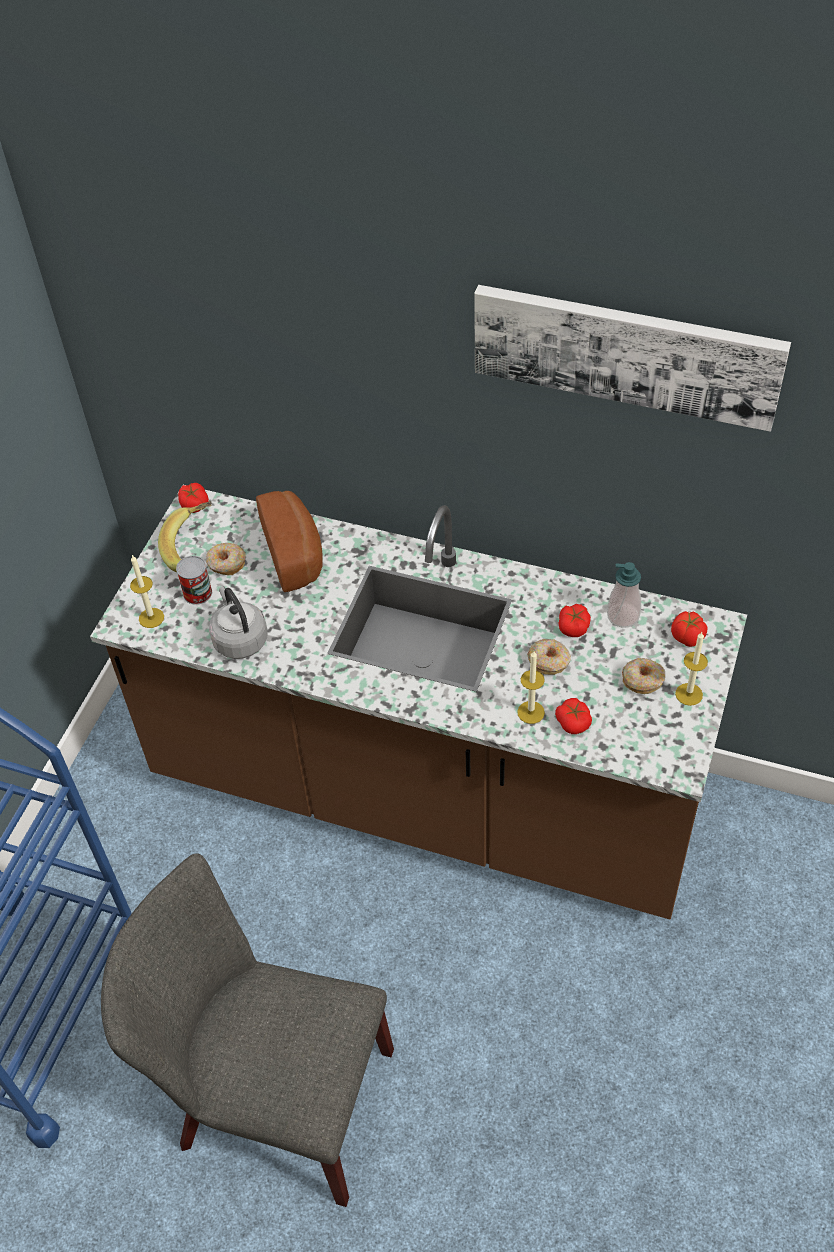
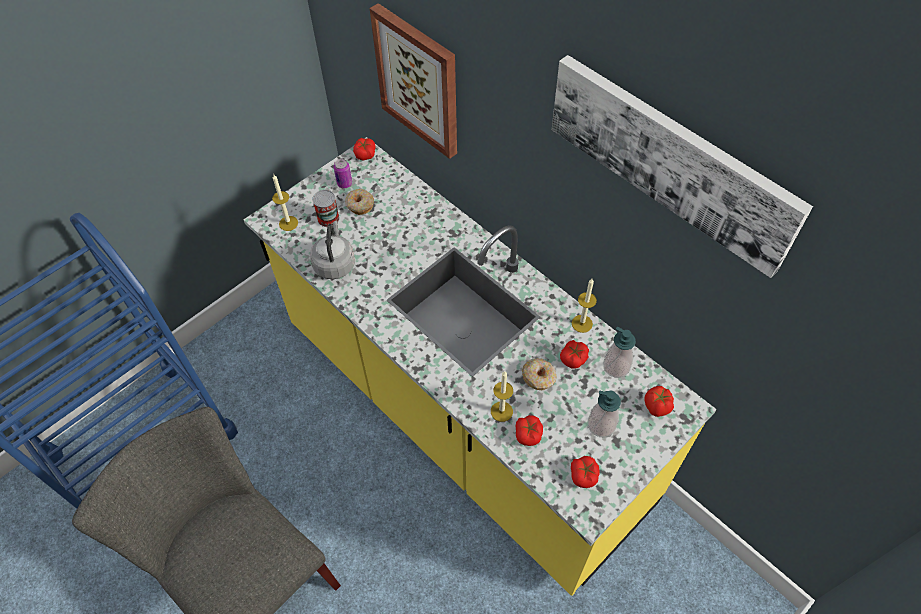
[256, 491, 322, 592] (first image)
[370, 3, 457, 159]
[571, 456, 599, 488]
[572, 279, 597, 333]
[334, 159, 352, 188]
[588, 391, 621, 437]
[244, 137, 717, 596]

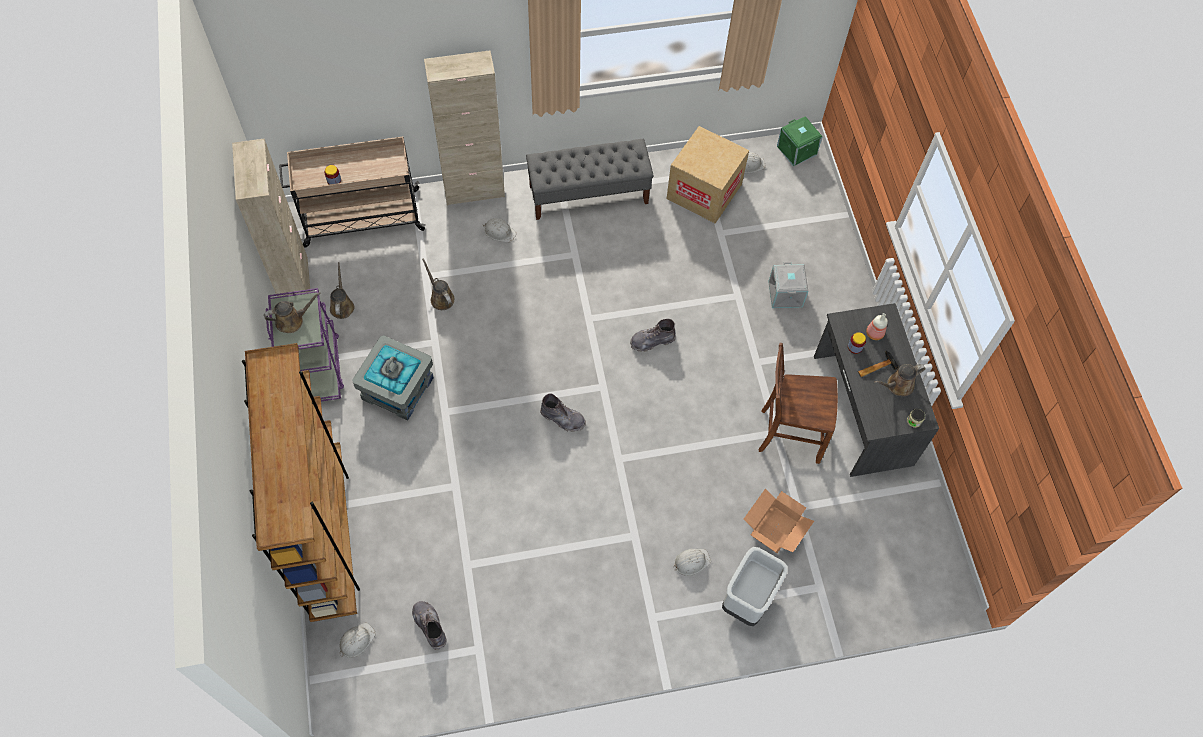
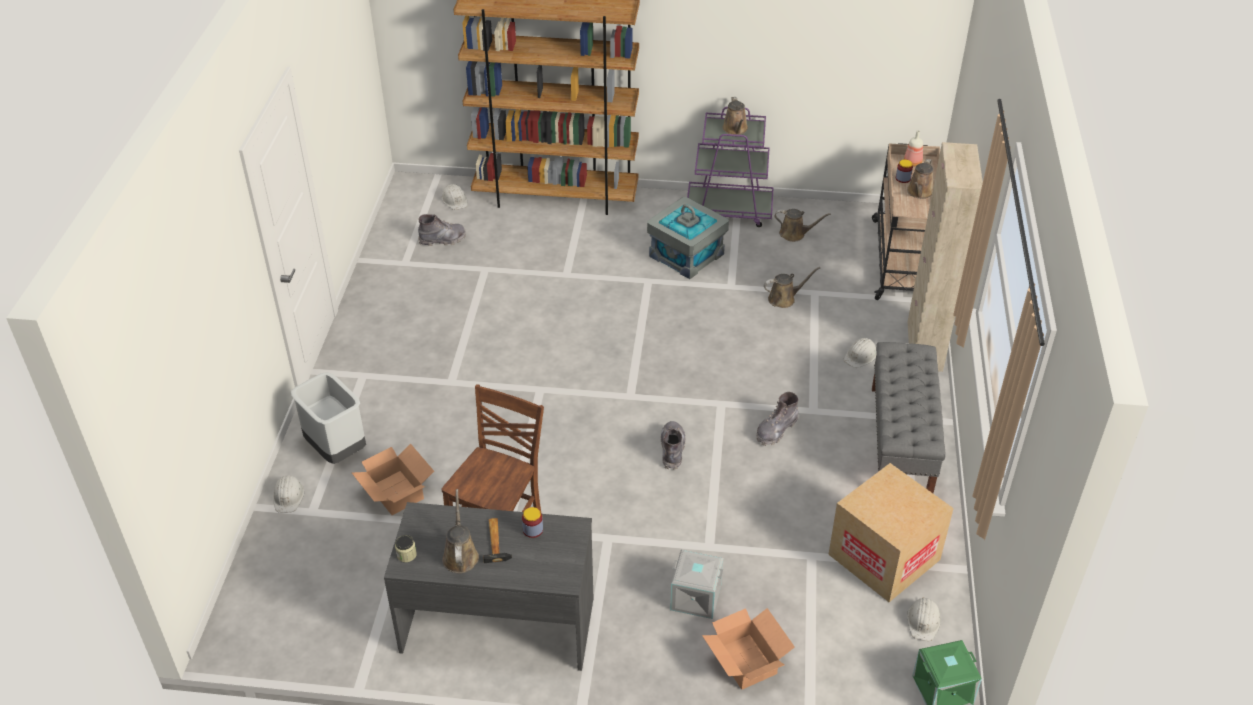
[232, 139, 311, 297] (first image)
[702, 608, 795, 690]
[907, 159, 933, 199]
[756, 392, 798, 446]
[273, 475, 304, 513]
[904, 130, 923, 167]

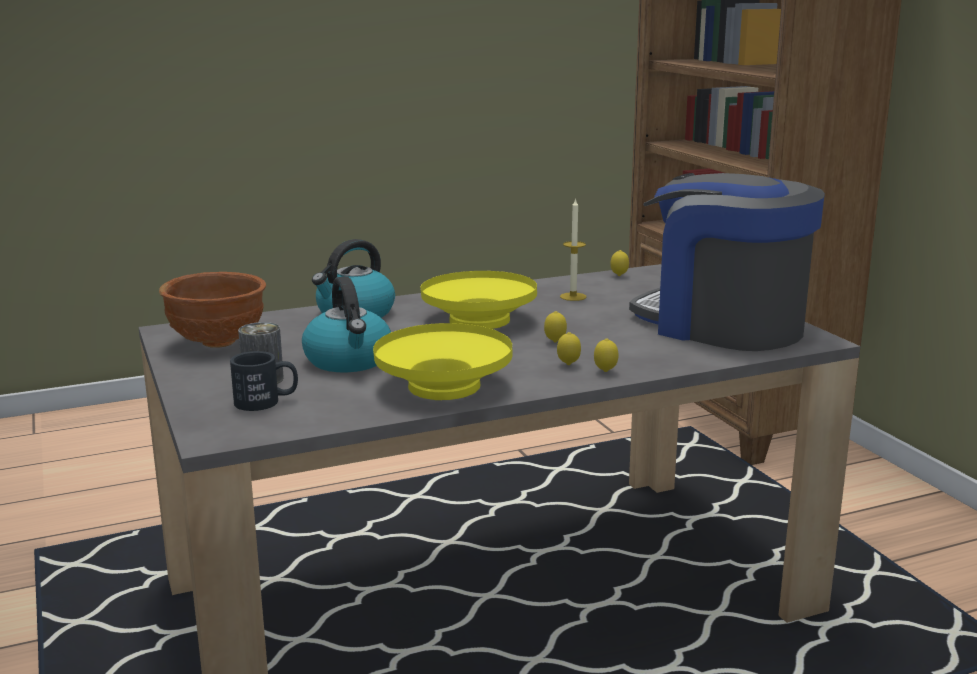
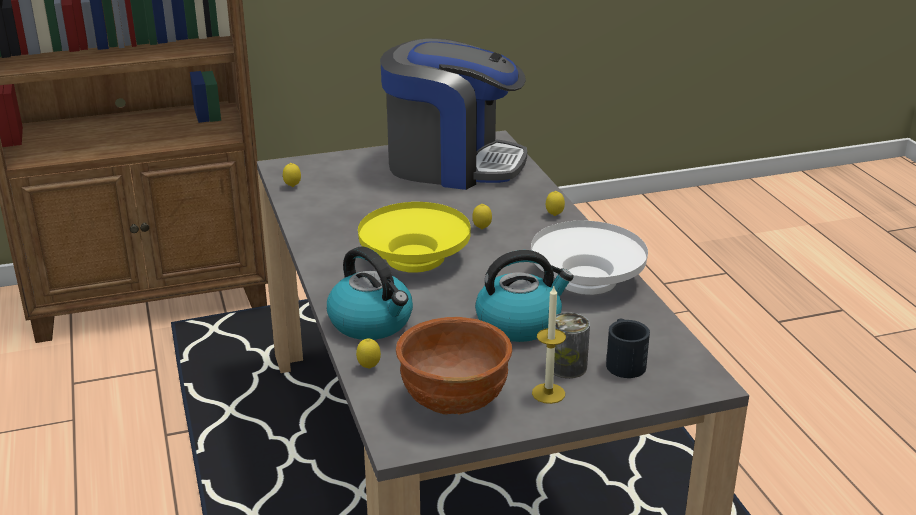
[356, 338, 381, 369]
[532, 286, 566, 404]
[531, 221, 648, 295]
[381, 39, 527, 190]

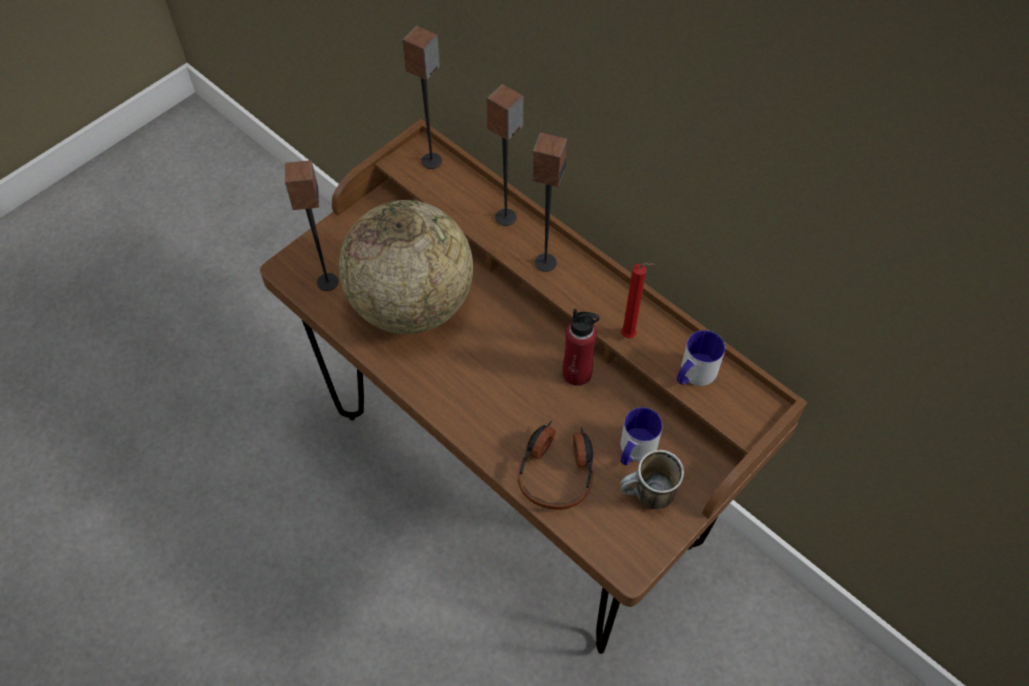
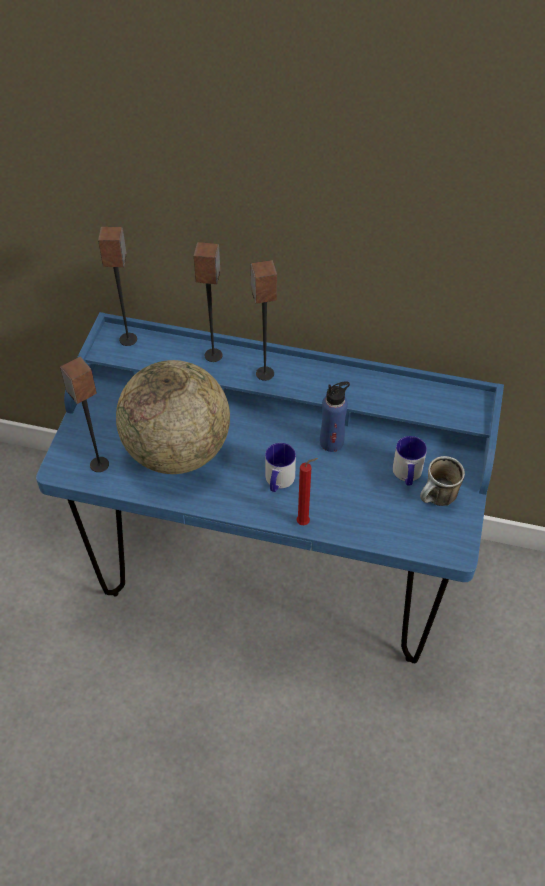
[518, 421, 594, 510] (first image)
[297, 458, 318, 525]
[265, 443, 296, 492]
[36, 312, 504, 663]
[320, 381, 350, 452]

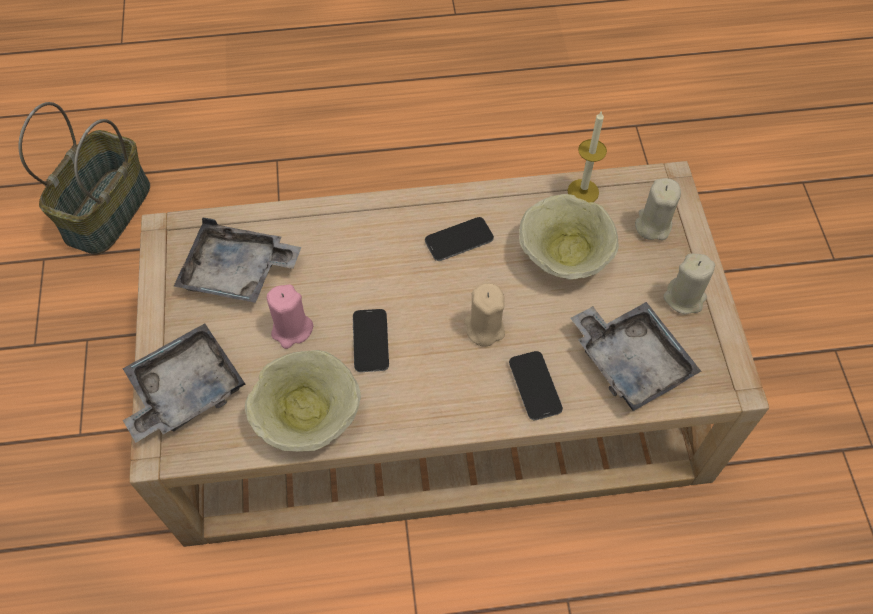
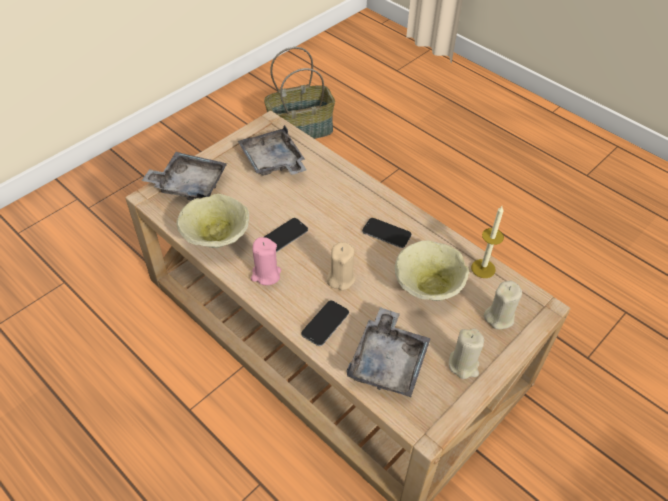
[251, 237, 281, 285]

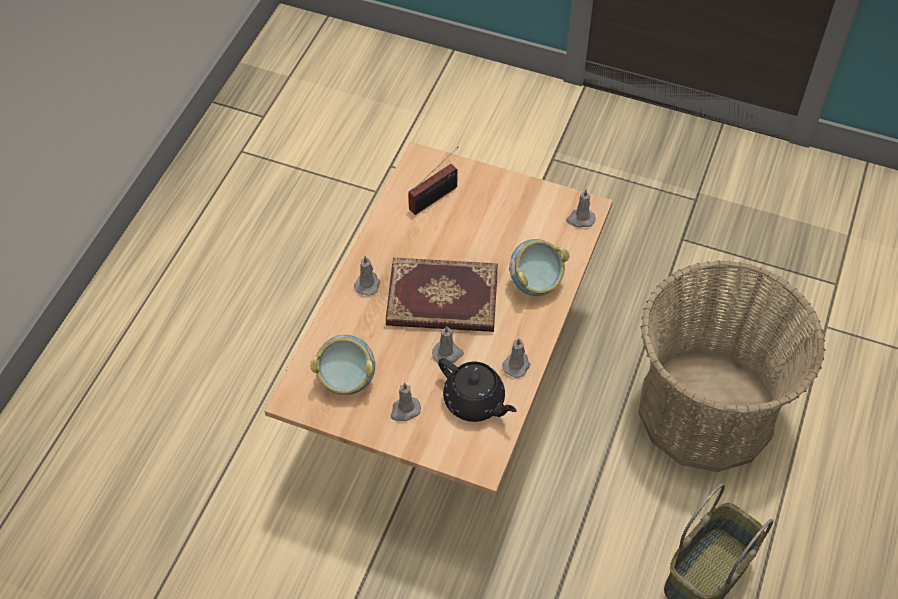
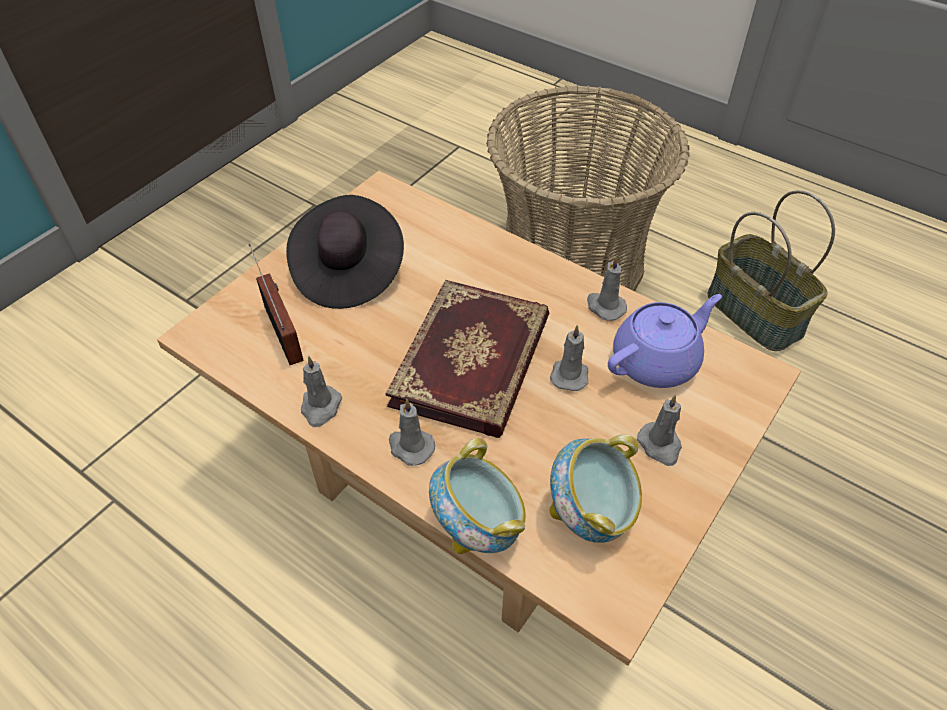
[286, 195, 404, 309]
[429, 438, 526, 554]
[301, 356, 342, 427]
[608, 294, 722, 388]

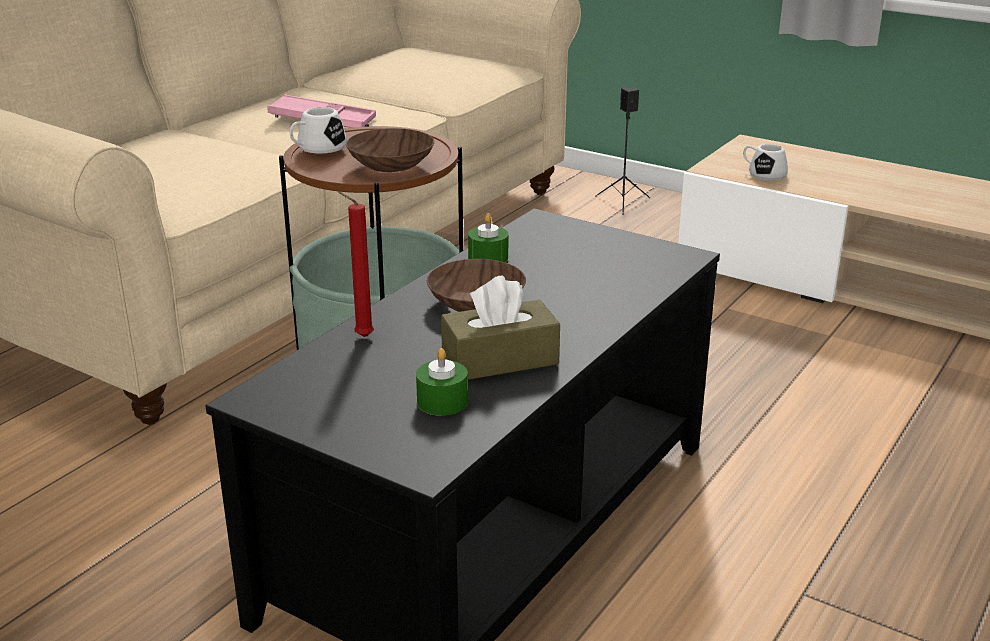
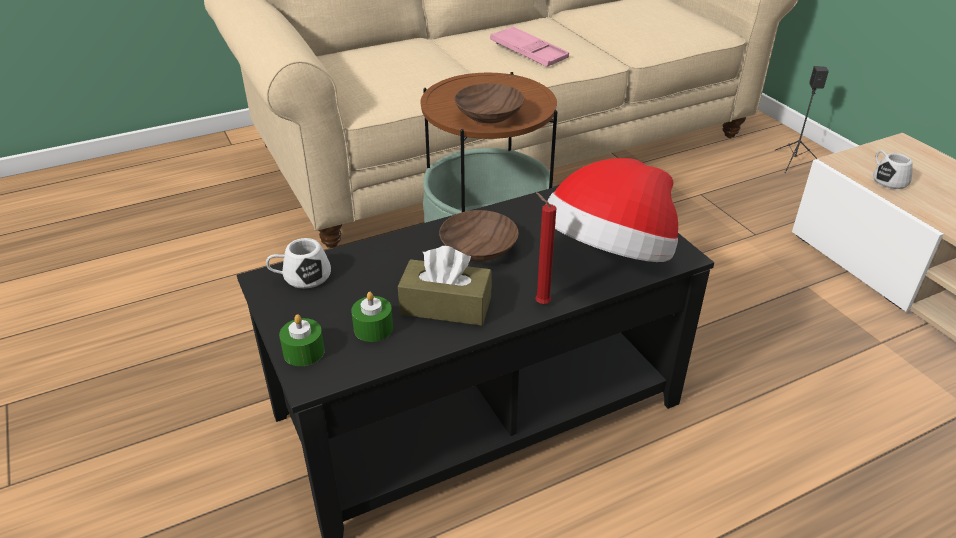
[547, 158, 678, 262]
[266, 238, 331, 289]
[535, 192, 556, 304]
[279, 314, 325, 366]

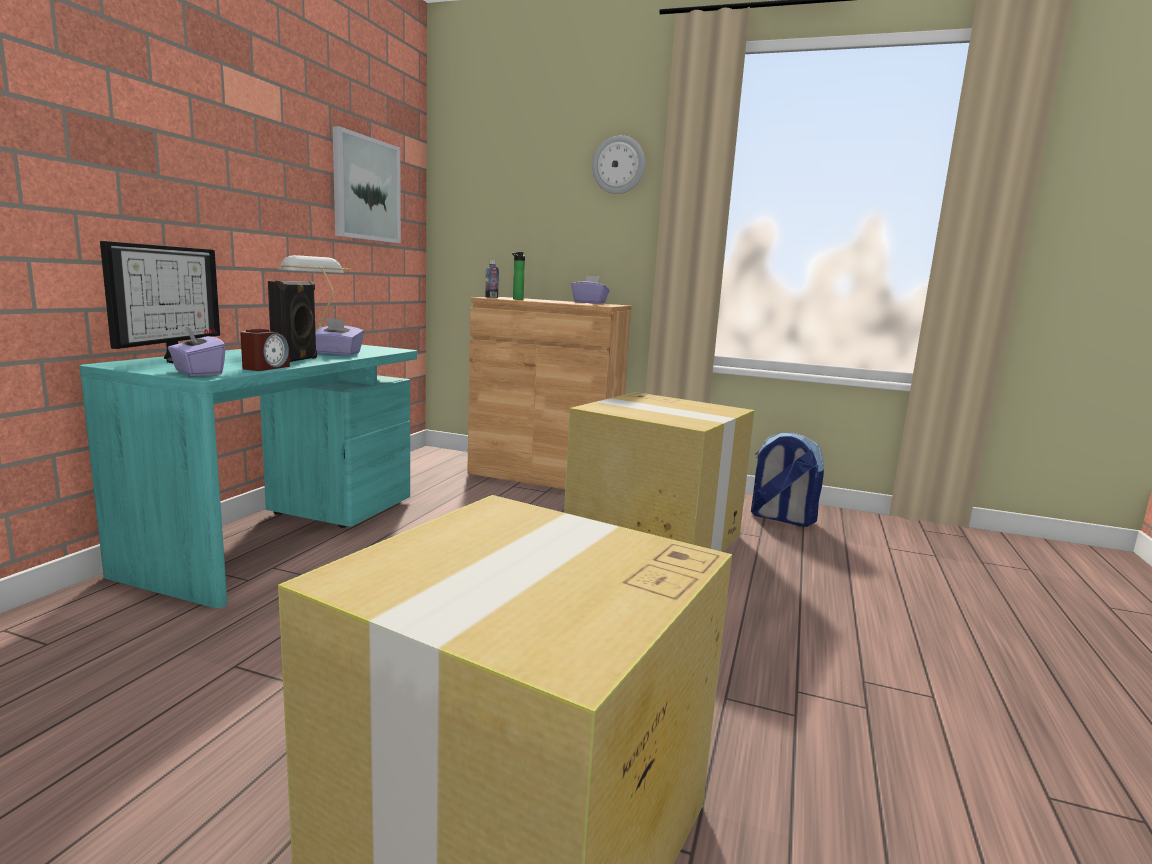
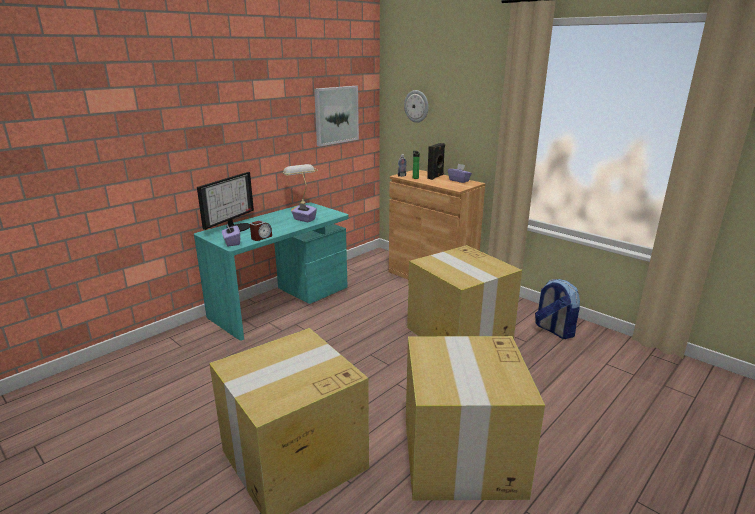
[406, 336, 545, 500]
[427, 143, 445, 180]
[404, 90, 429, 123]

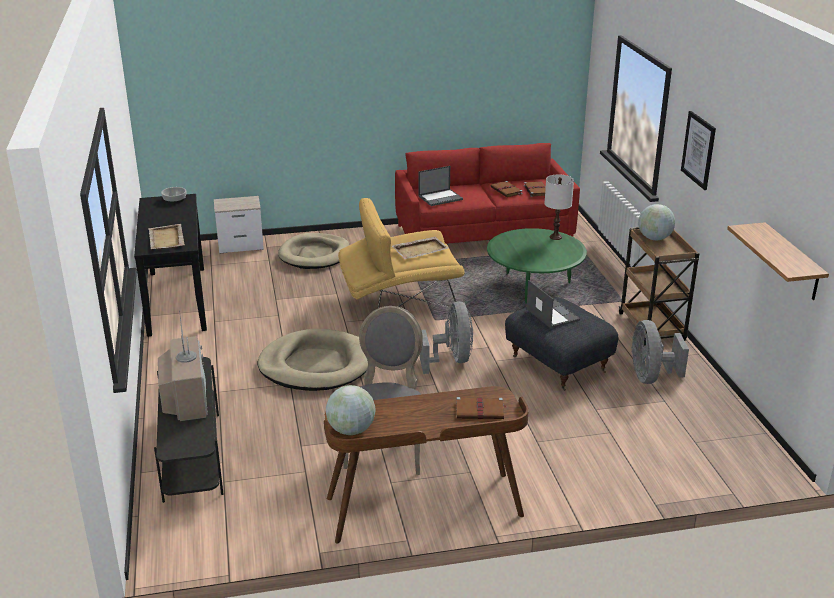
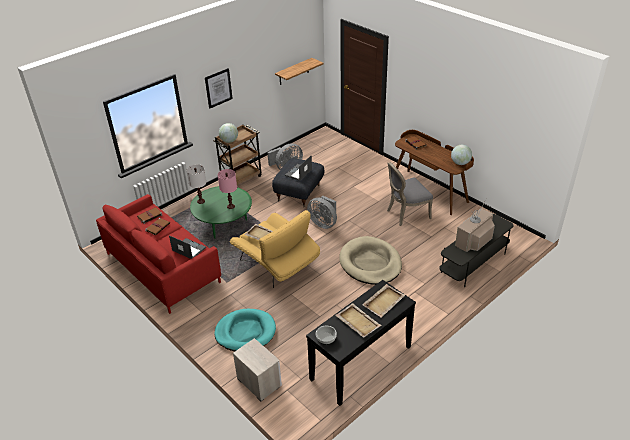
[218, 169, 237, 209]
[335, 303, 382, 338]
[214, 309, 276, 351]
[307, 196, 337, 229]

